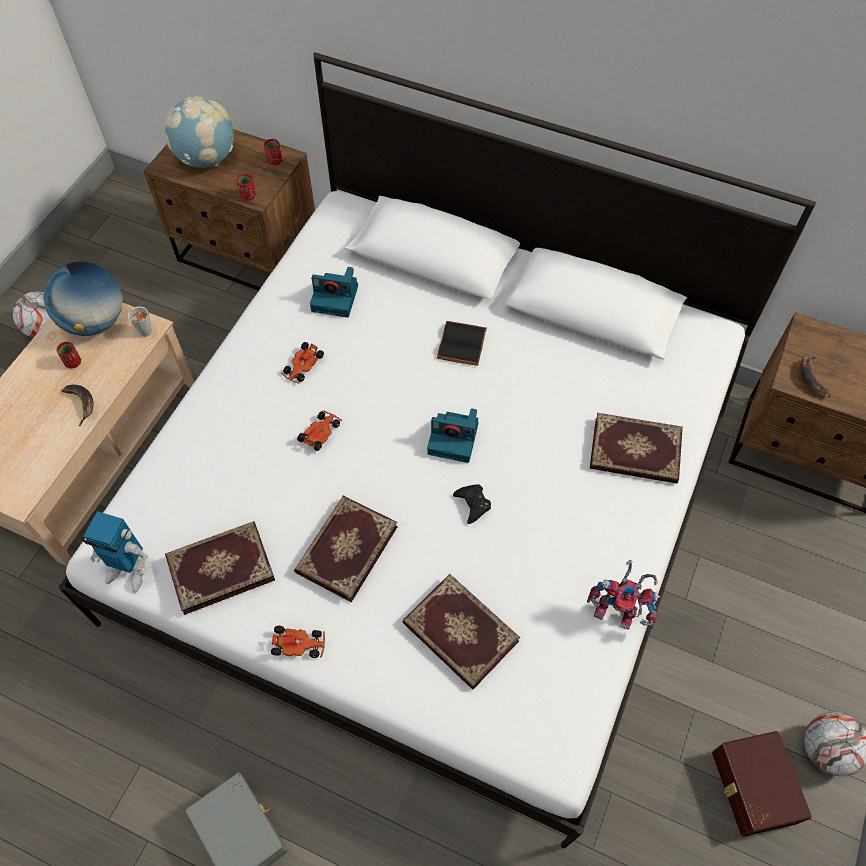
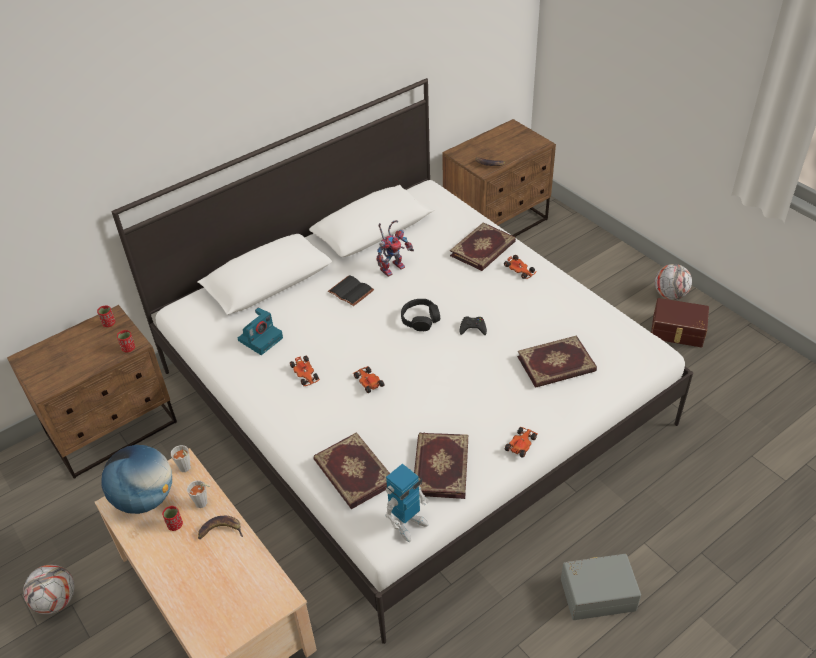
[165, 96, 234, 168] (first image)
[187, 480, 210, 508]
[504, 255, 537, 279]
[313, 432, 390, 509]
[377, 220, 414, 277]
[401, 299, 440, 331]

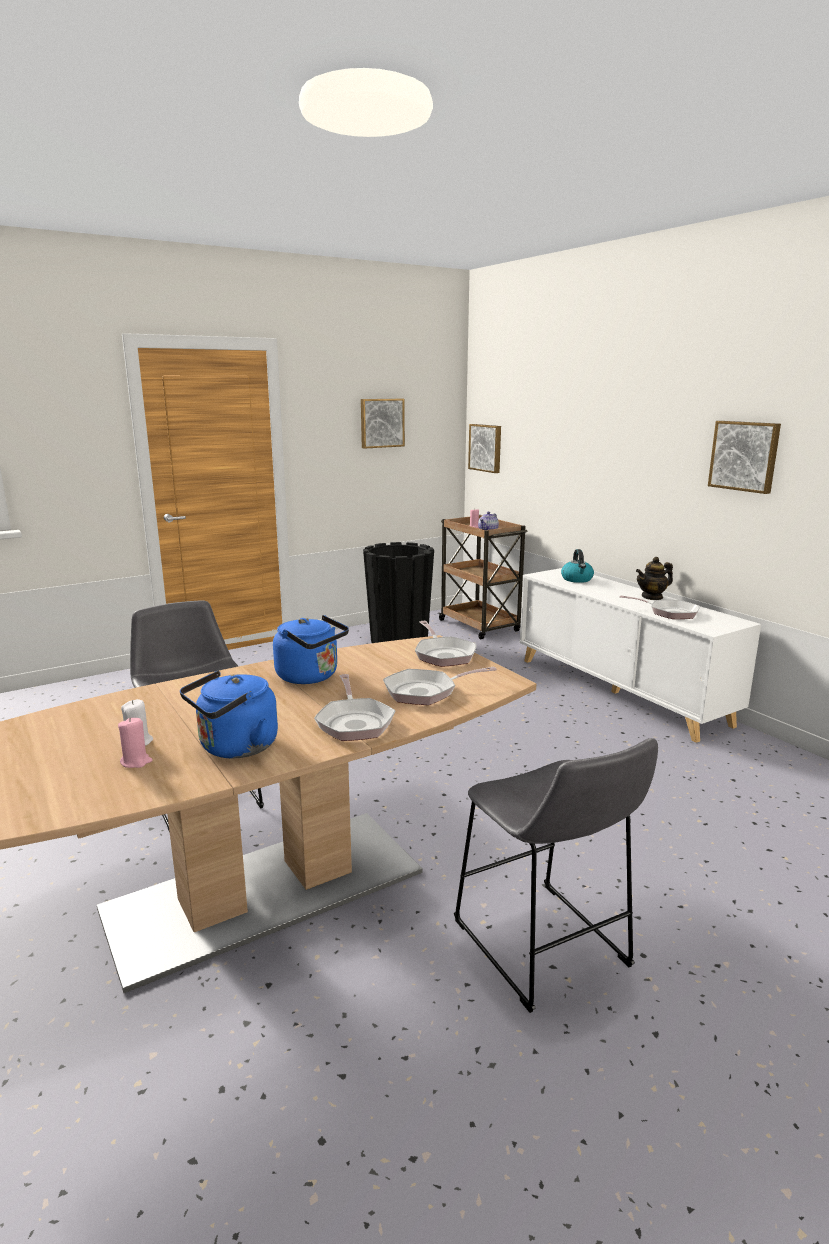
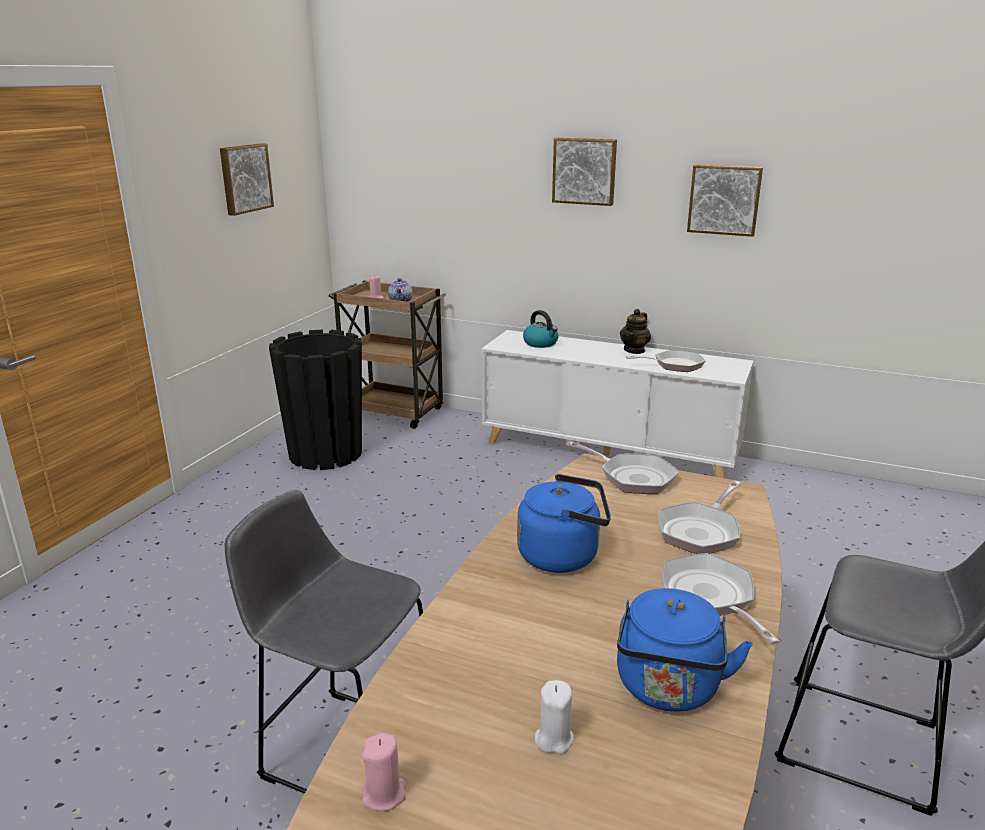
[362, 733, 406, 811]
[552, 138, 617, 206]
[662, 553, 780, 645]

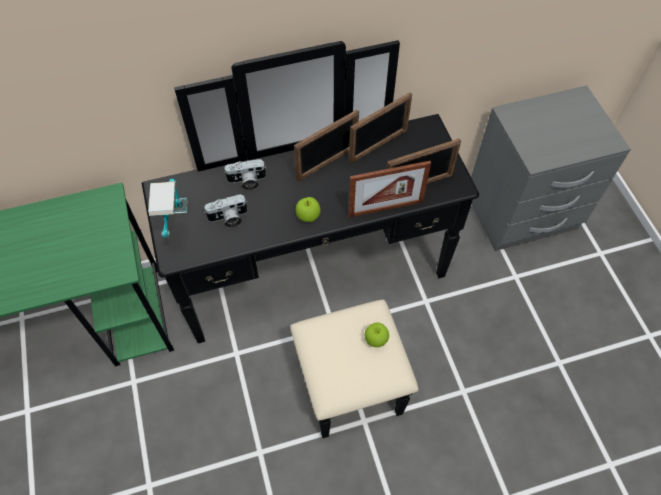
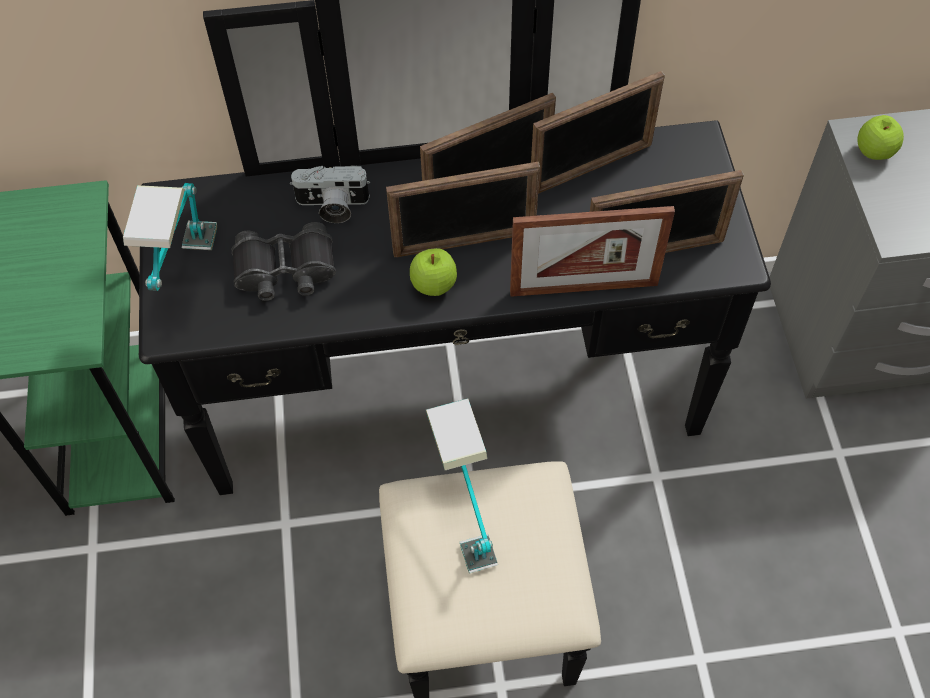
[386, 161, 540, 257]
[426, 399, 498, 573]
[857, 115, 904, 160]
[232, 222, 336, 301]

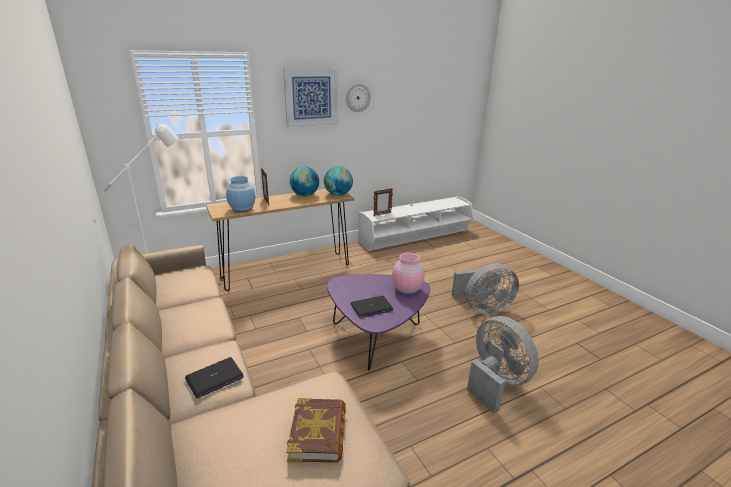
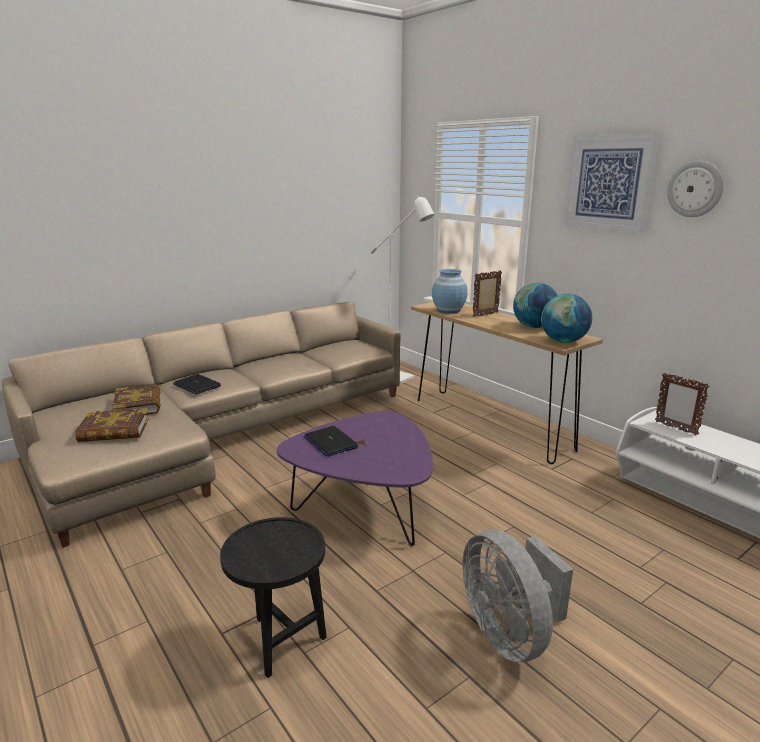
[392, 253, 425, 295] (first image)
[112, 384, 160, 415]
[220, 517, 327, 678]

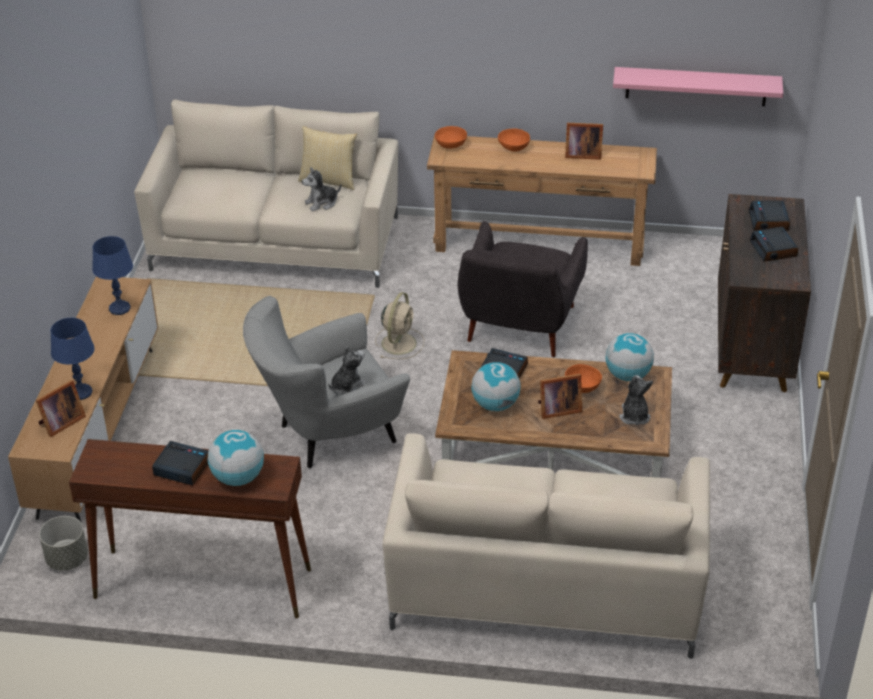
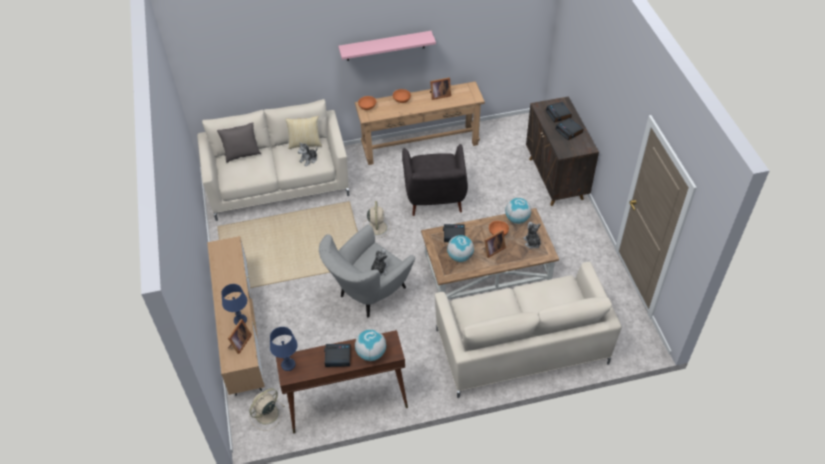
[217, 122, 261, 163]
[270, 327, 298, 371]
[338, 31, 436, 61]
[249, 388, 284, 431]

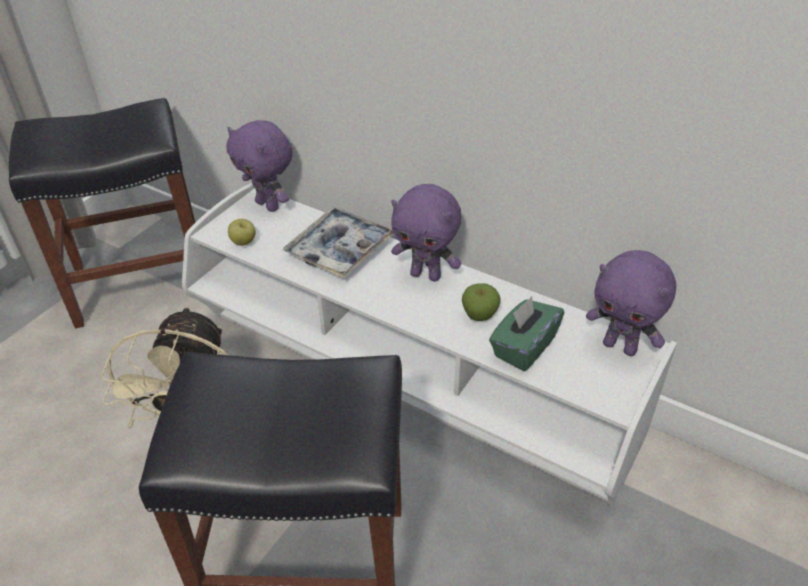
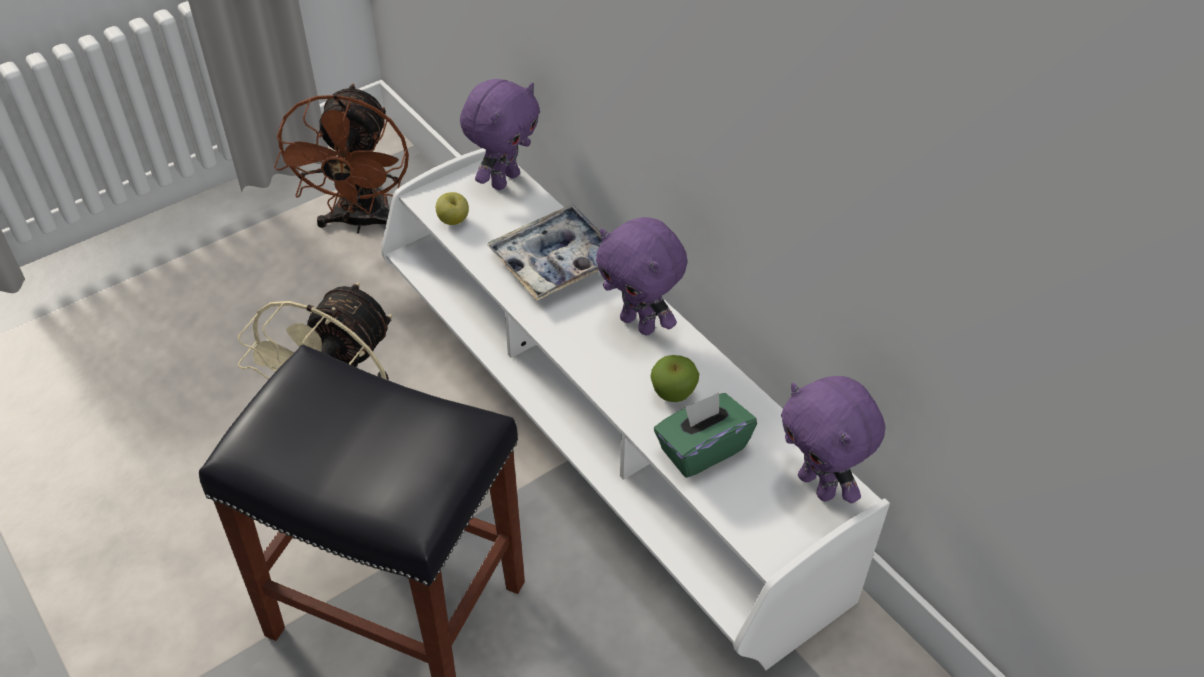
[274, 84, 409, 233]
[460, 79, 540, 190]

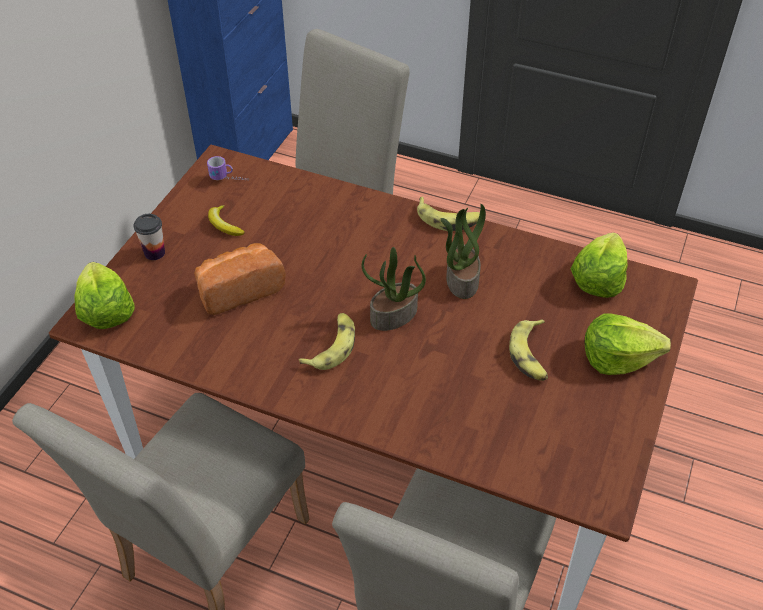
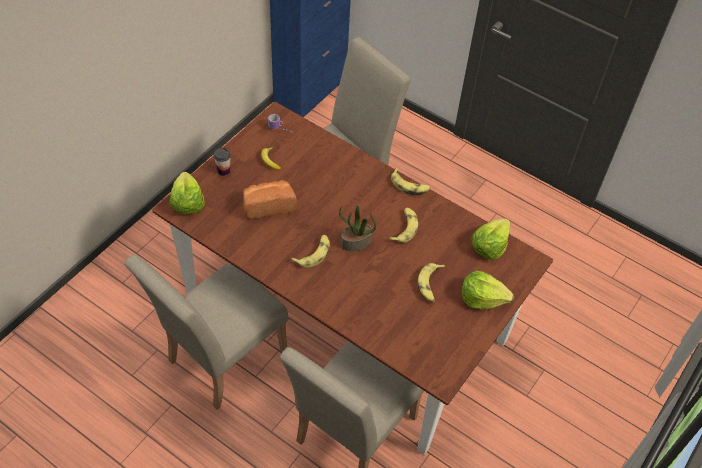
[389, 208, 418, 243]

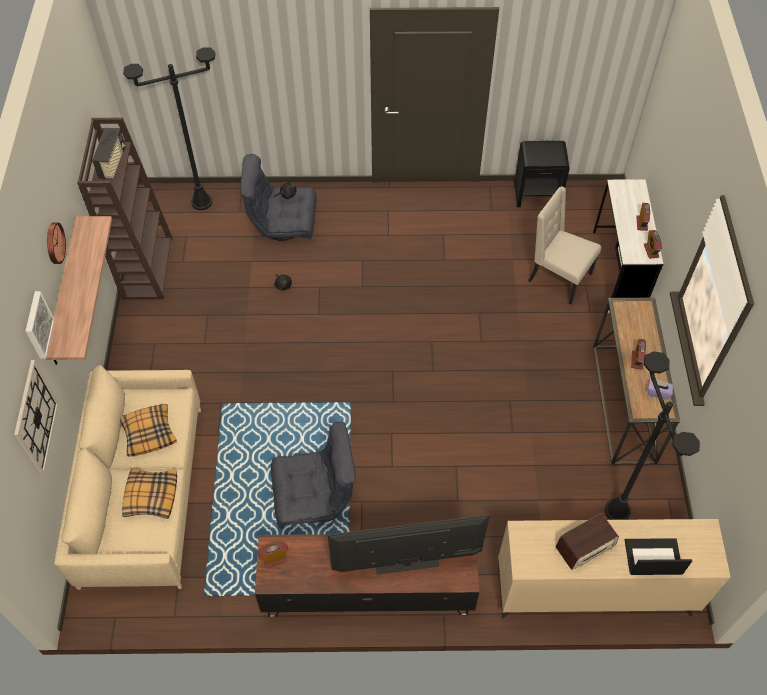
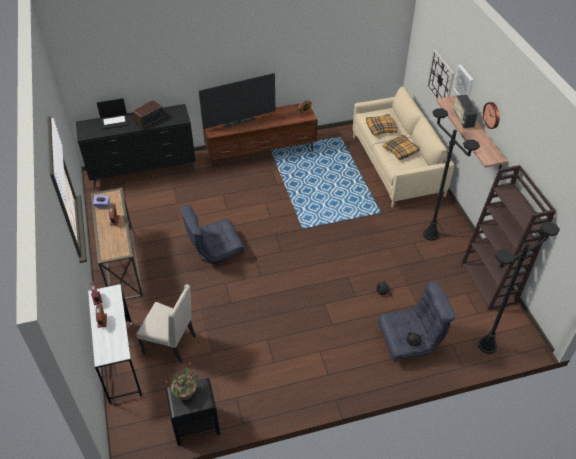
[164, 361, 202, 400]
[454, 95, 478, 128]
[179, 205, 245, 264]
[423, 108, 480, 241]
[76, 104, 196, 190]

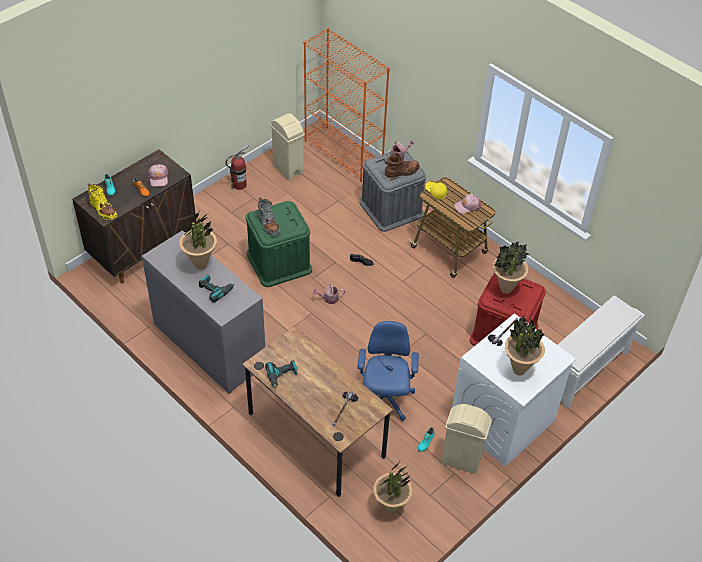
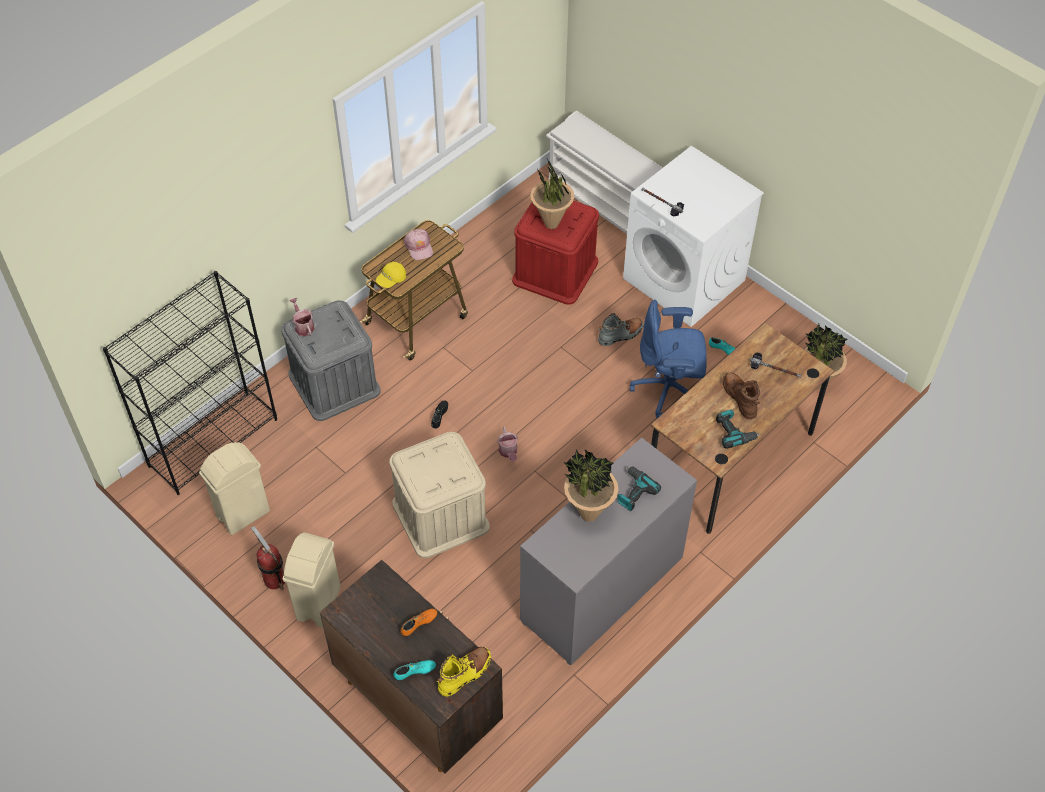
[148, 164, 168, 187] (first image)
[505, 316, 545, 376] (first image)
[598, 313, 643, 346]
[723, 372, 760, 419]
[283, 532, 341, 627]
[389, 432, 490, 558]
[103, 271, 277, 495]

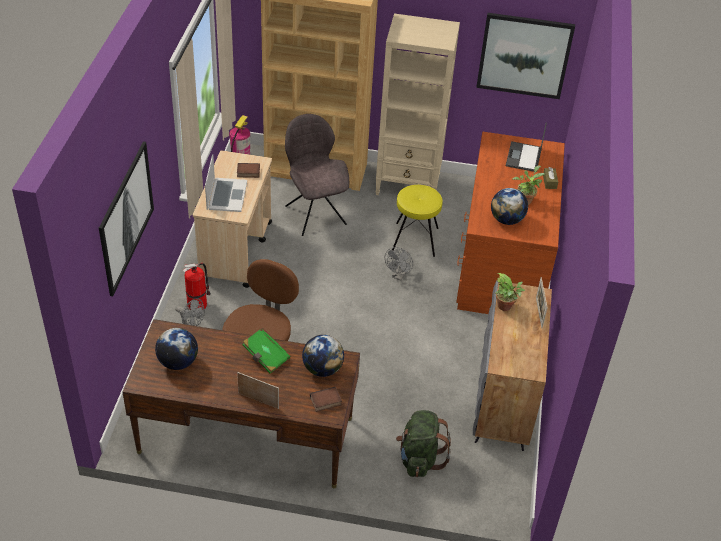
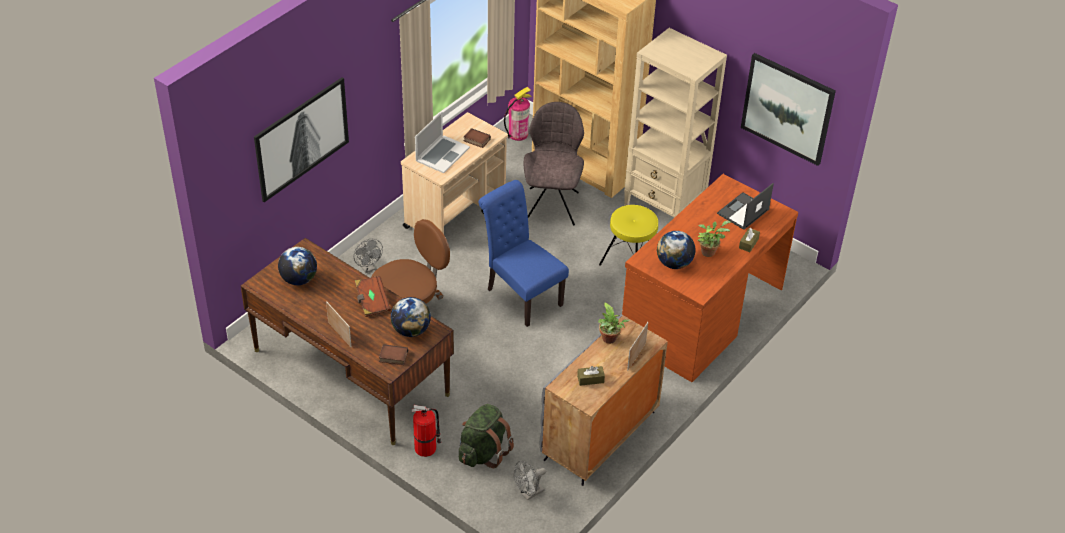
[478, 180, 569, 327]
[577, 366, 605, 386]
[411, 405, 442, 457]
[514, 461, 546, 500]
[355, 276, 391, 317]

